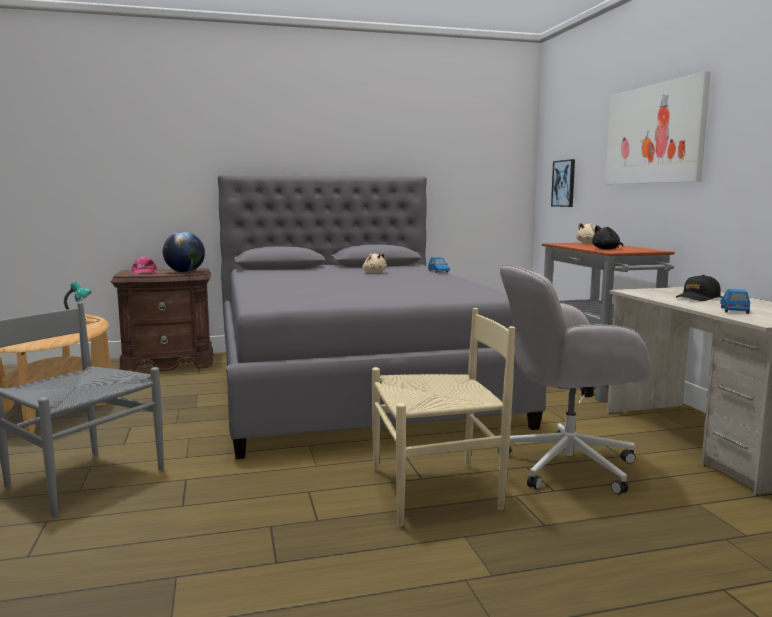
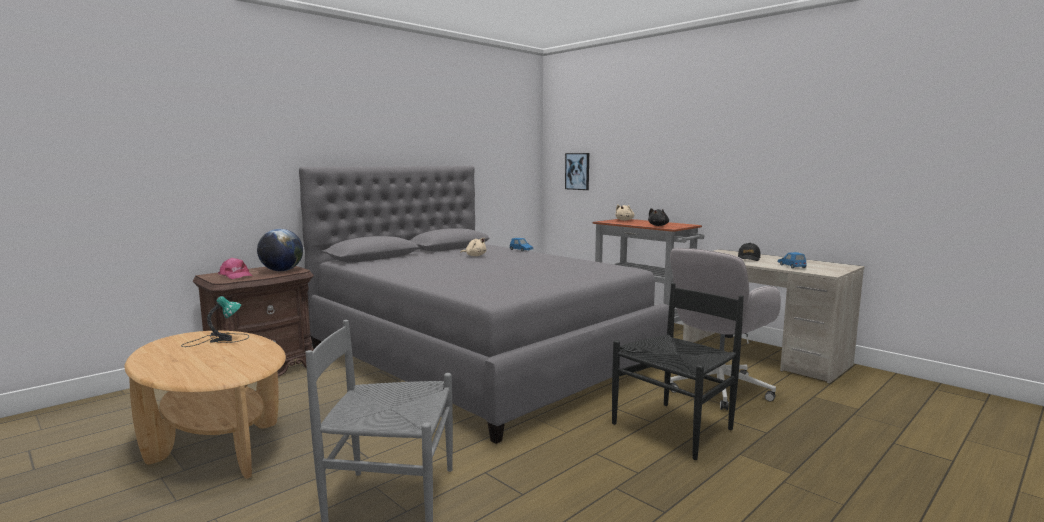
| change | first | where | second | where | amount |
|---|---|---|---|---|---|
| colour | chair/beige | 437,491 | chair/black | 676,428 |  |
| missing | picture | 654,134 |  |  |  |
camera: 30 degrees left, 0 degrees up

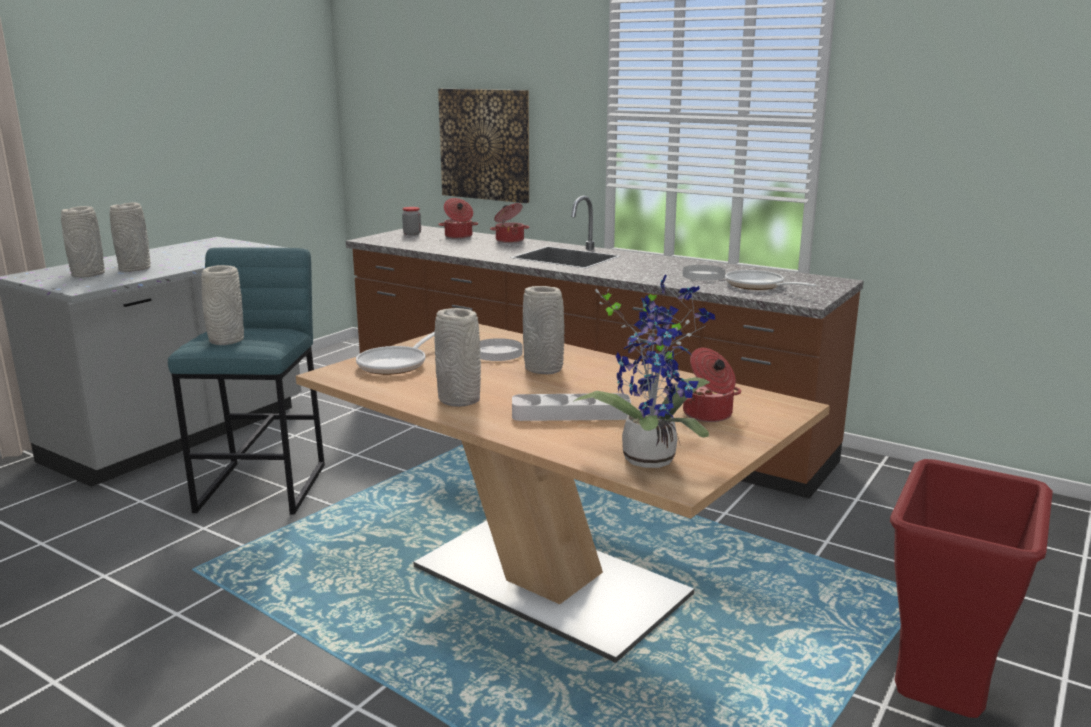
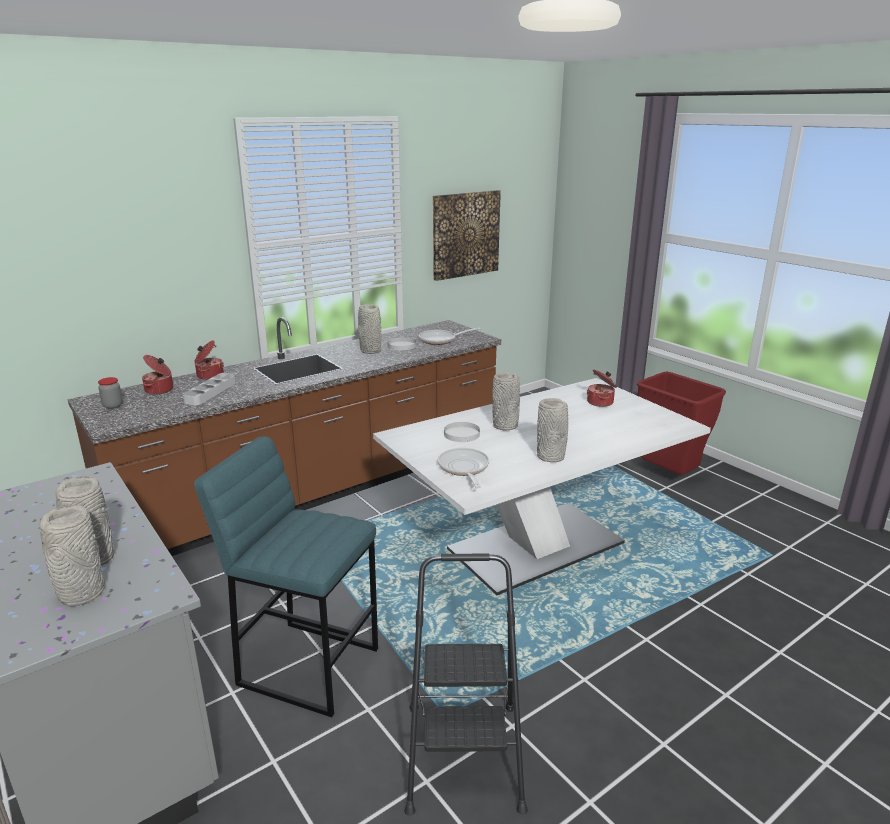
| change | first | where | second | where | amount |
|---|---|---|---|---|---|
| relocated | tray/grey | 571,414 |  | 210,392 |  |
| relocated | vase/grey | 225,340 |  | 370,351 |  |
| colour | dining table/brown | 550,581 | dining table/white | 536,547 |  |
| appeared |  |  | step ladder/black | 464,750 |  |
| relocated | picture | 485,144 |  | 465,234 |  |
| spun | frying pan | 396,364 |  | 464,469 | 150 degrees counterclockwise |
| missing | potted plant | 651,456 |  |  |  |
camera: 70 degrees left, 5 degrees up

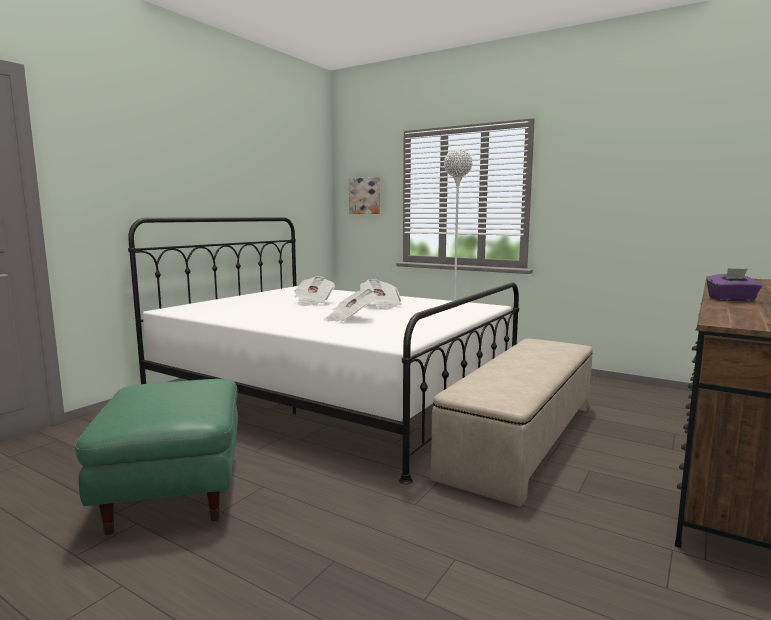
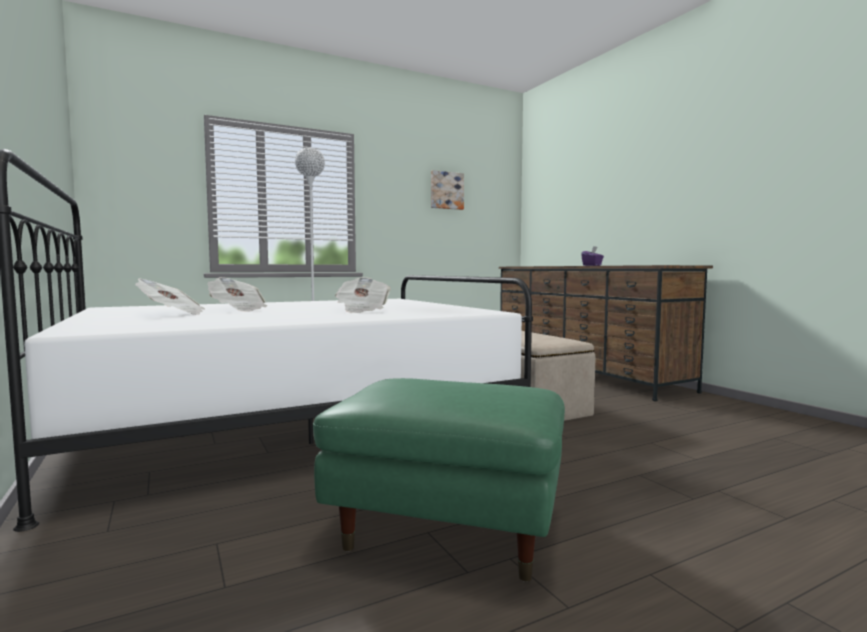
| change | first | where | second | where | amount |
|---|---|---|---|---|---|
| relocated | newspaper | 380,306 |  | 172,314 |  |
| relocated | picture | 365,196 |  | 446,190 |  |
camera: 60 degrees left, 5 degrees down

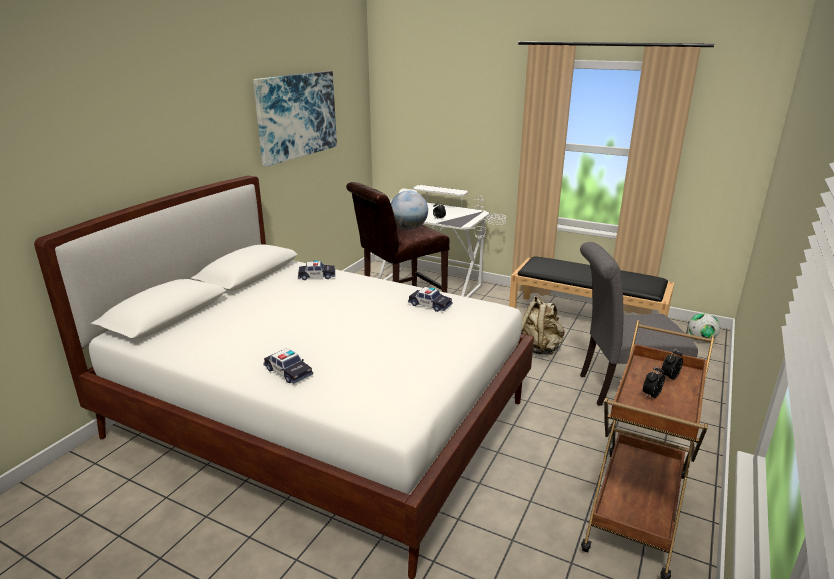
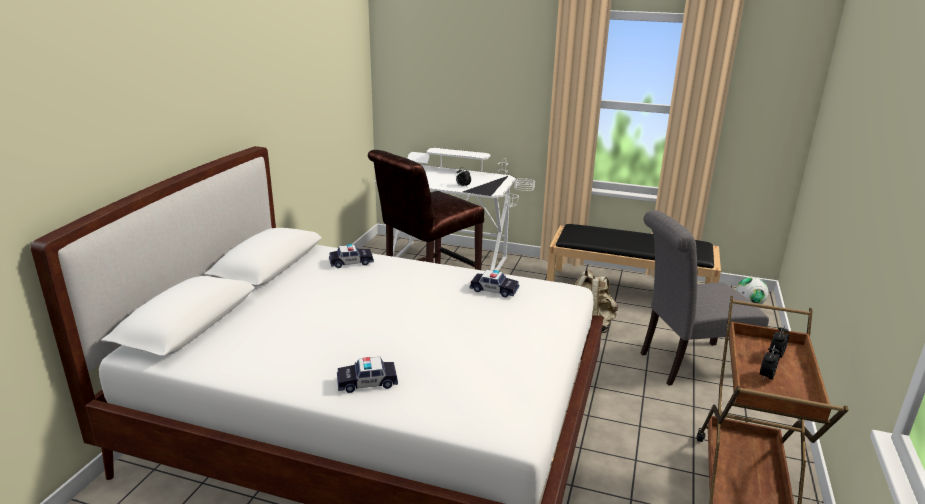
| change | first | where | second | where | amount |
|---|---|---|---|---|---|
| spun | toy car | 288,372 |  | 367,382 | 135 degrees clockwise |
| missing | picture | 297,116 |  |  |  |
| missing | globe | 408,228 |  |  |  |
camera: 10 degrees left, 0 degrees up

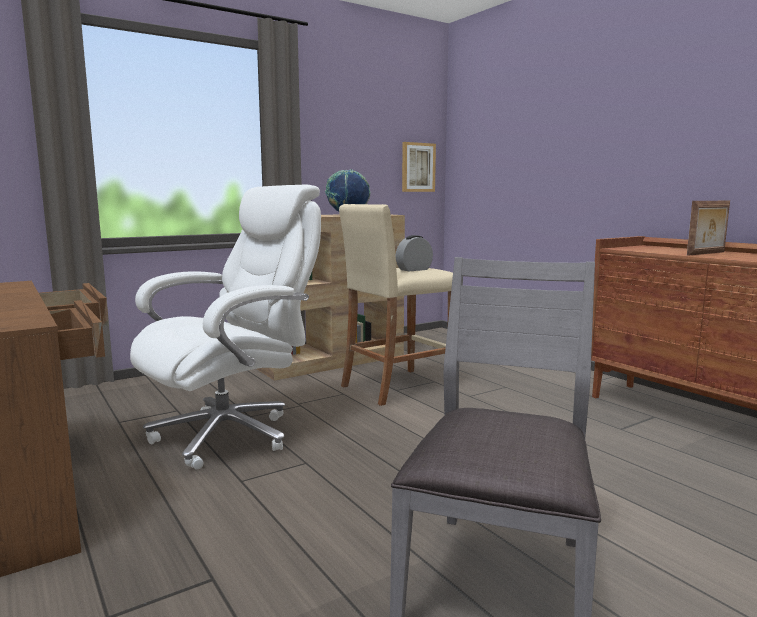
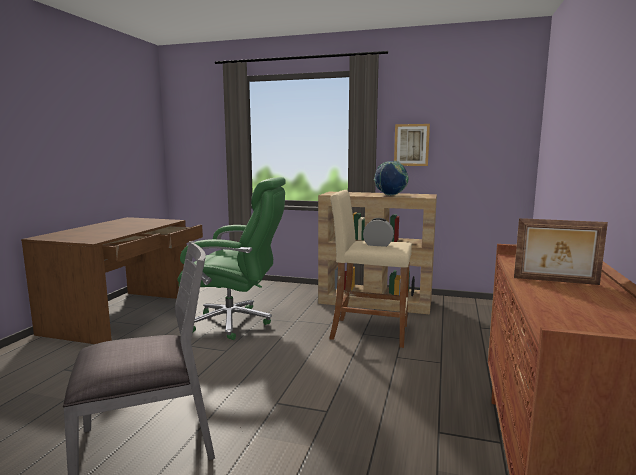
| change | first | where | second | where | amount |
|---|---|---|---|---|---|
| colour | office chair/white | 232,434 | office chair/green | 235,324 |  |
| relocated | picture | 418,167 |  | 411,145 |  |
camera: 50 degrees right, 0 degrees up

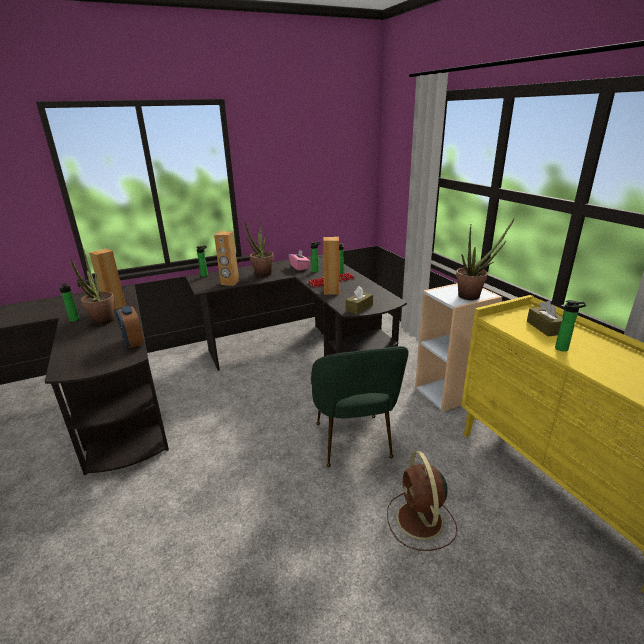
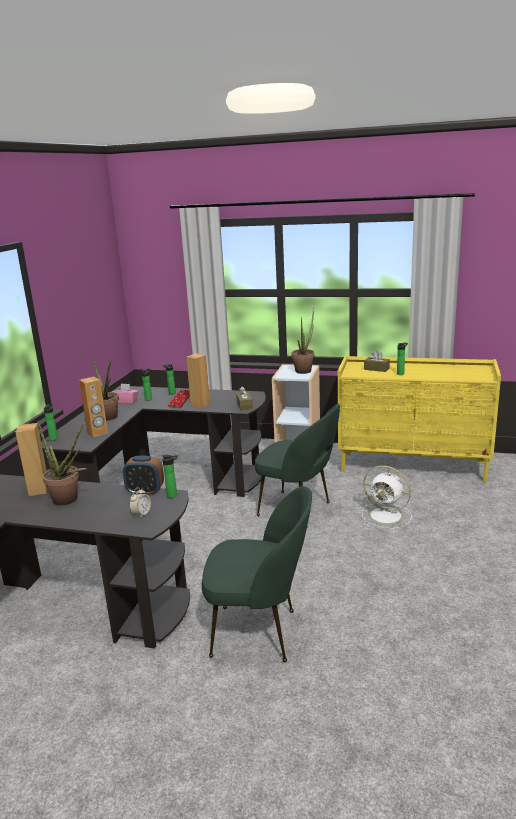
| change | first | where | second | where | amount |
|---|---|---|---|---|---|
| appeared |  |  | alarm clock | 141,514 |  |
| relocated | bottle | 74,320 |  | 173,496 |  |
| appeared |  |  | chair/green | 262,634 |  |
| colour | fan/brown | 420,521 | fan/white | 387,516 |  |
camera: 50 degrees left, 5 degrees down

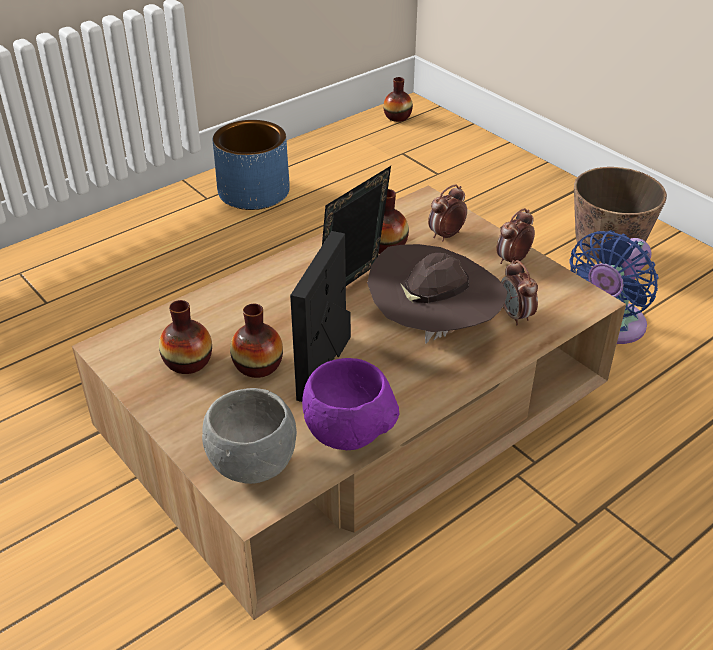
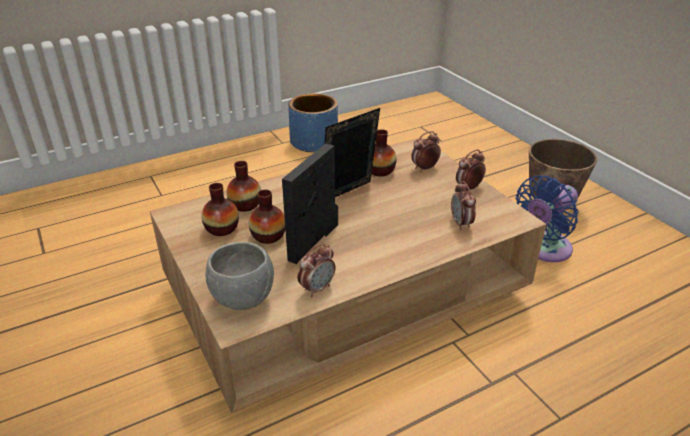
| change | first | where | second | where | amount |
|---|---|---|---|---|---|
| relocated | vase | 397,117 |  | 245,205 |  |
| exchanged | bowl/purple | 349,436 | alarm clock | 317,288 |  |
| missing | hat/brown | 433,330 |  |  |  |
camera: 10 degrees right, 5 degrees down

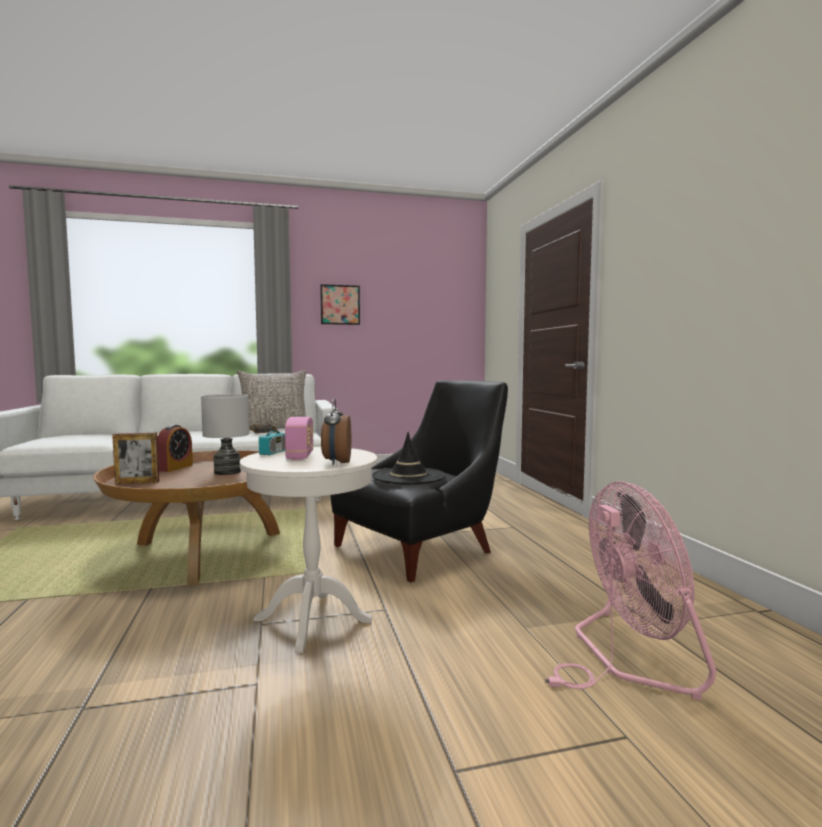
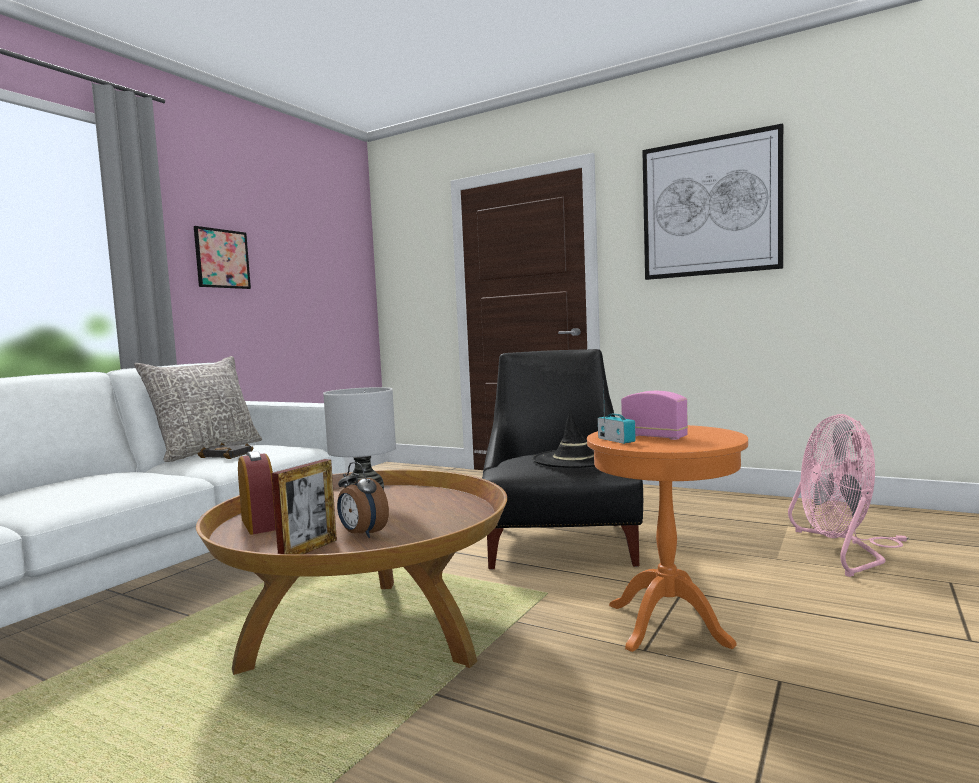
| change | first | where | second | where | amount |
|---|---|---|---|---|---|
| relocated | alarm clock | 336,462 |  | 362,534 |  |
| colour | side table/white | 313,620 | side table/orange | 667,624 |  |
| appeared |  |  | picture | 710,207 |  |
| spun | fan/pink | 618,655 |  | 846,550 | 120 degrees counterclockwise |
camera: 45 degrees left, 0 degrees up

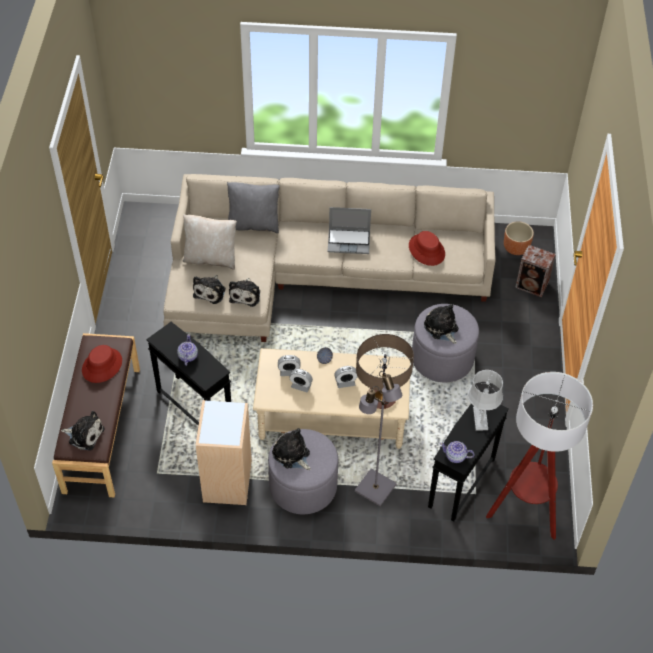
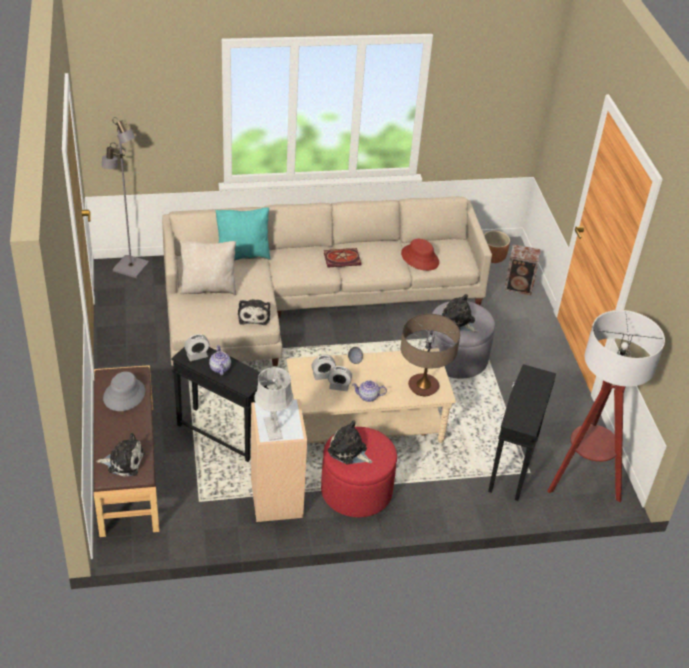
| change | first | where | second | where | amount |
|---|---|---|---|---|---|
| relocated | floor lamp/grey | 375,487 |  | 131,267 |  |
| colour | hat/red | 102,365 | hat/grey | 124,395 |  |
| relocated | alarm clock | 345,382 |  | 197,356 |  |
| colour | pillow/grey | 253,224 | pillow/turquoise | 243,254 |  |
| relocated | table lamp/grey | 480,418 |  | 273,428 |  |
| colour | ottoman/grey | 303,486 | ottoman/red | 356,491 |  |
| exchanged | laptop | 349,241 | book | 343,259 |  |
| relocated | teapot | 455,456 |  | 368,397 |  |
| missing | plush toy | 210,291 |  |  |  |
camera: 15 degrees left, 10 degrees down

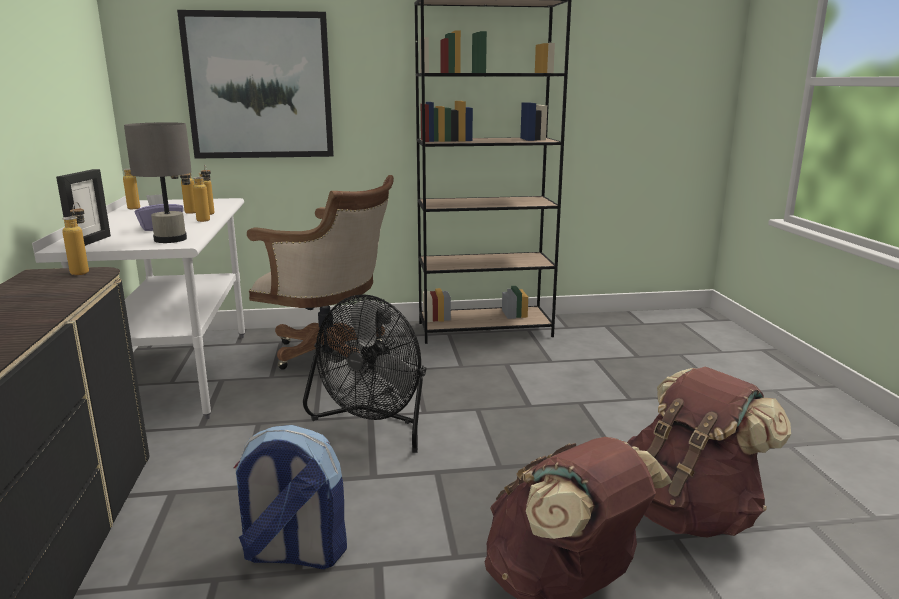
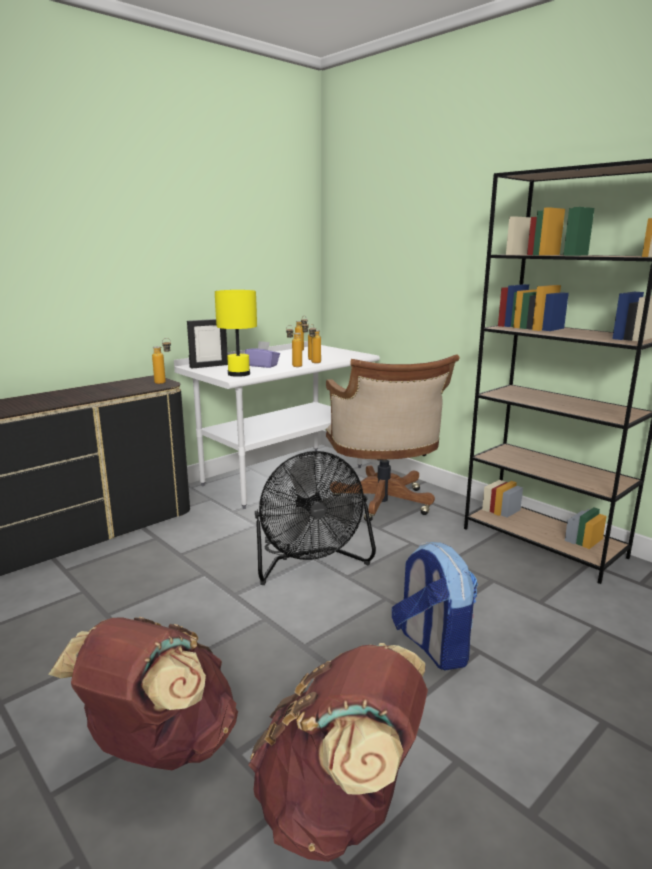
| change | first | where | second | where | amount |
|---|---|---|---|---|---|
| colour | table lamp/grey | 169,239 | table lamp/yellow | 238,374 |  |
| spun | fan/black | 374,423 |  | 305,563 | 105 degrees counterclockwise |
| relocated | backpack | 293,554 |  | 432,646 |  |
| missing | picture | 259,86 |  |  |  |
camera: 55 degrees right, 0 degrees up

